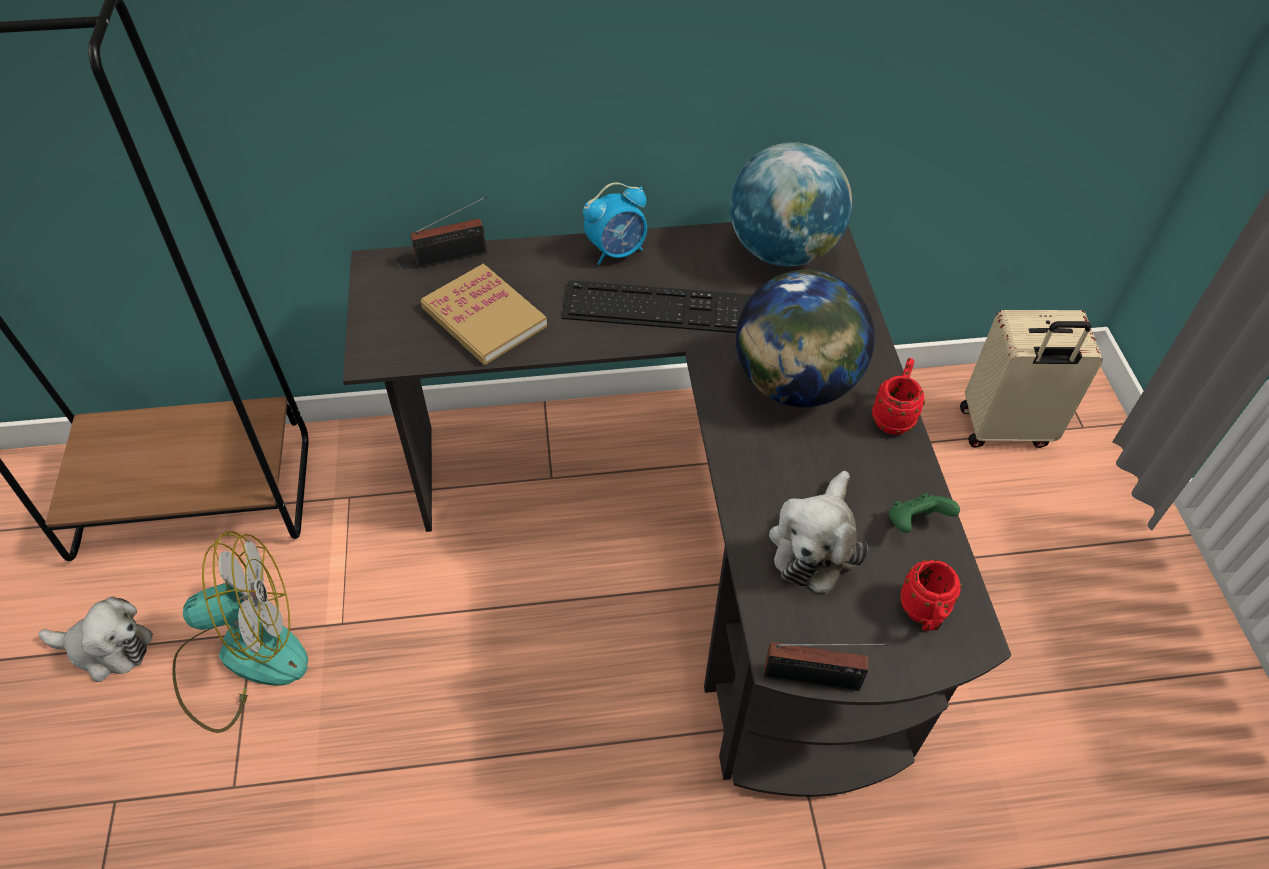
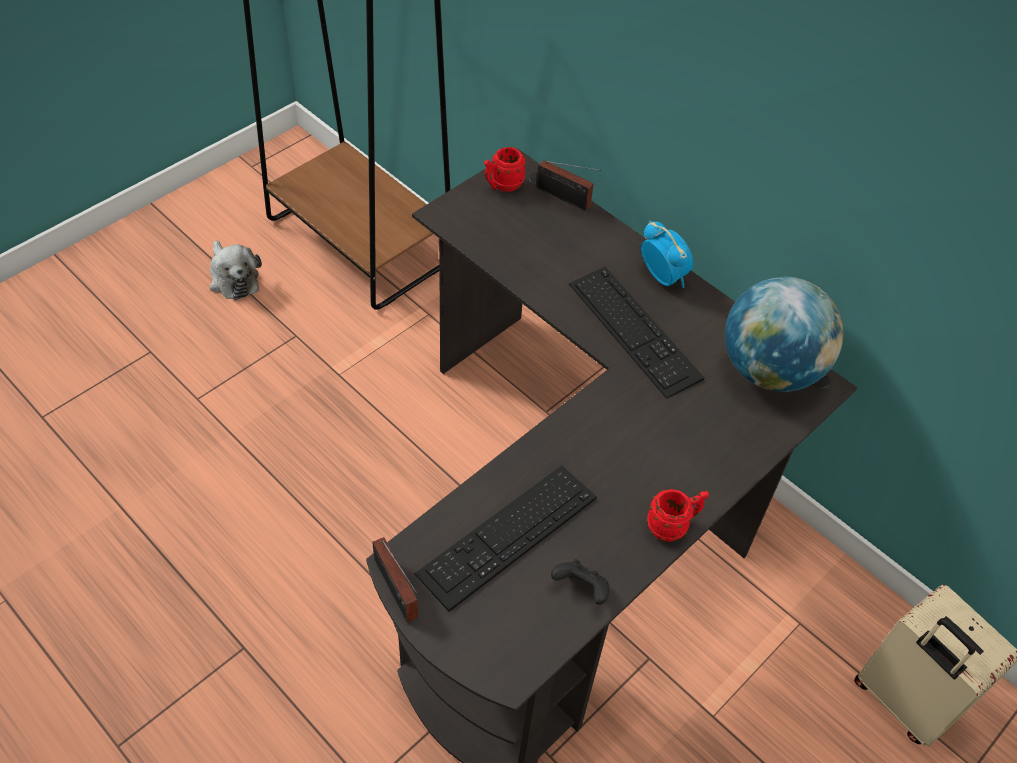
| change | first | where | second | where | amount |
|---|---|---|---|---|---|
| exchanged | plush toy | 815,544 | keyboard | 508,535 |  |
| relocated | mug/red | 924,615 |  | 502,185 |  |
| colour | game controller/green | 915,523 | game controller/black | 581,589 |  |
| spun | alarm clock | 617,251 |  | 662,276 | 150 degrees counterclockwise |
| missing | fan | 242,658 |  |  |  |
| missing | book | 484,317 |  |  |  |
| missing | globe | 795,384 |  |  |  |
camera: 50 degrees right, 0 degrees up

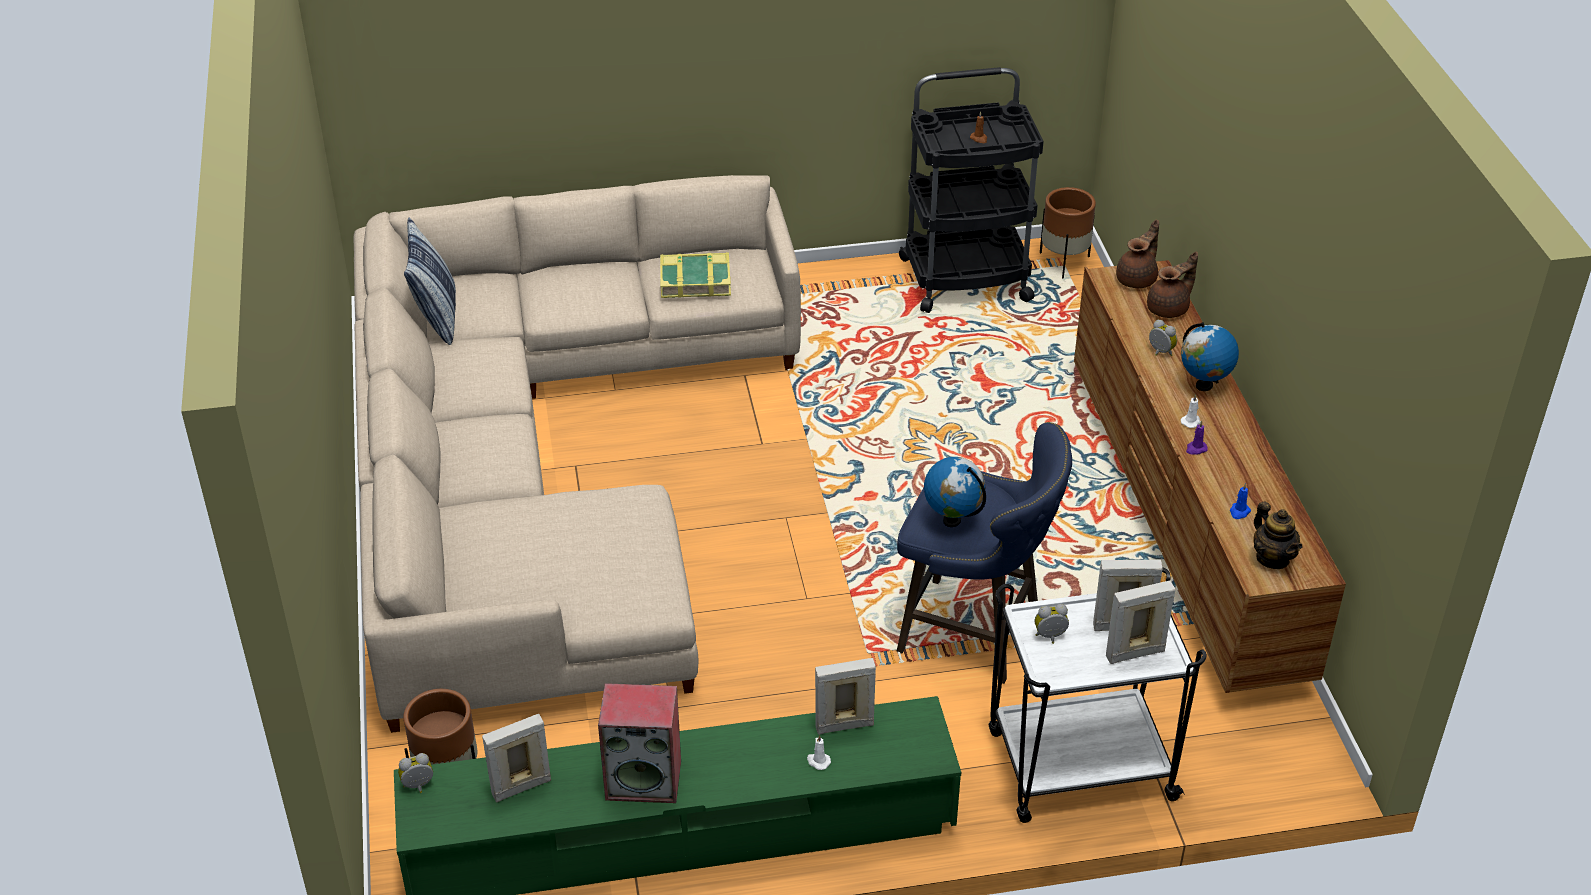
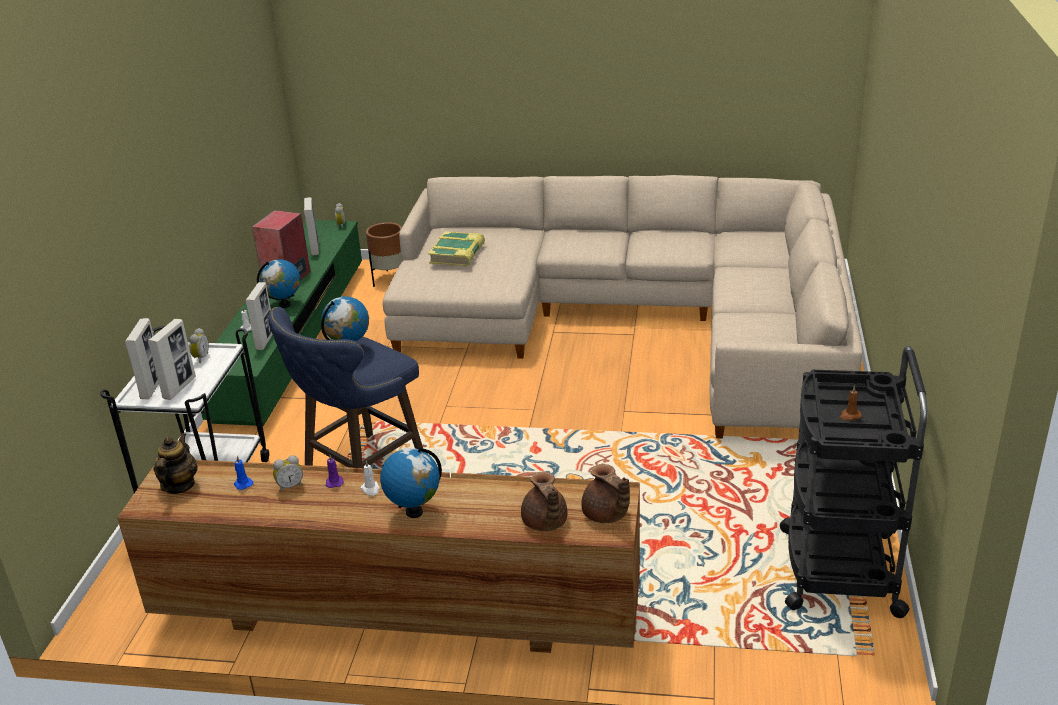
| change | first | where | second | where | amount |
|---|---|---|---|---|---|
| spun | teapot | 1272,558 |  | 179,486 | 105 degrees clockwise |
| appeared |  |  | globe | 284,305 |  |
| relocated | alarm clock | 1159,352 |  | 290,486 |  |
| relocated | book | 695,280 |  | 457,254 |  |
| missing | pillow | 436,317 |  |  |  |
| missing | planter/brown | 1064,262 |  |  |  |
camera: 110 degrees right, 10 degrees down

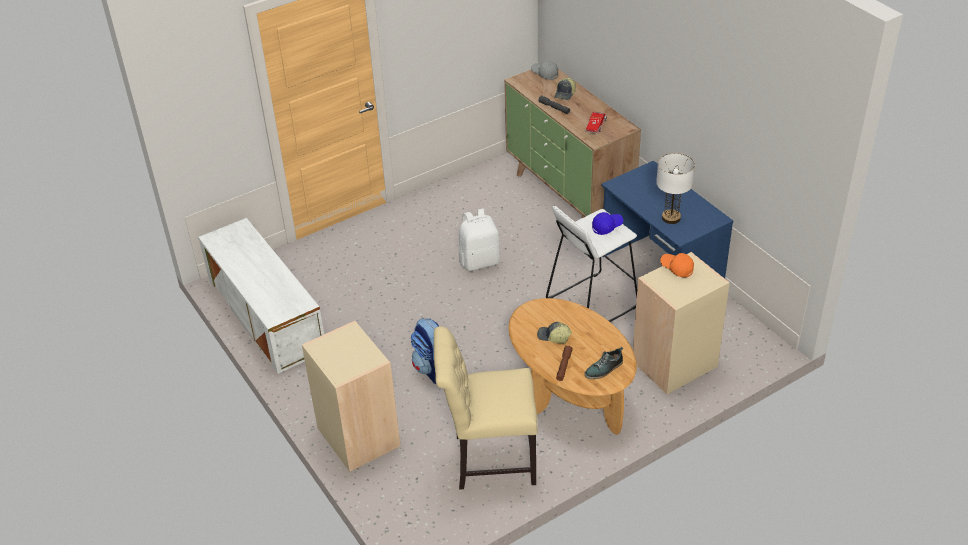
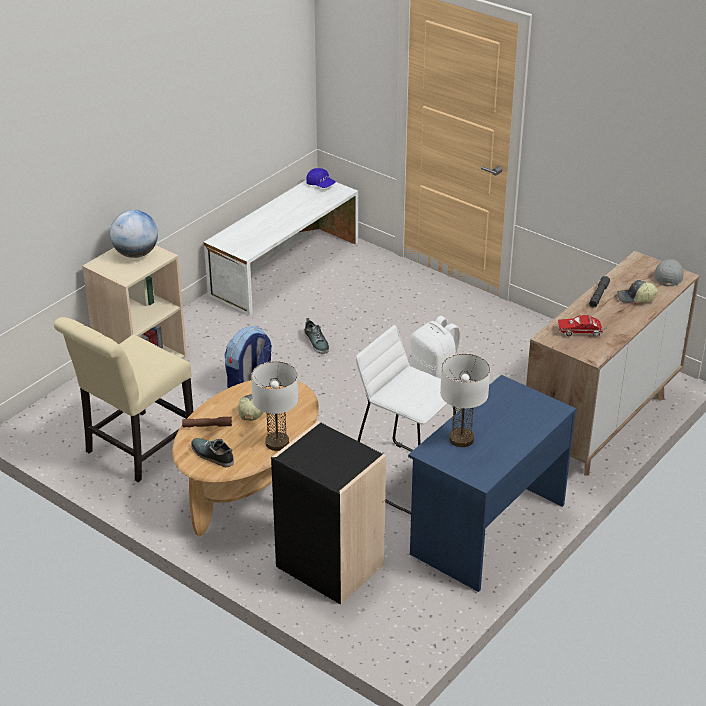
| change | first | where | second | where | amount |
|---|---|---|---|---|---|
| spun | chair/beige | 488,459 |  | 134,450 | 120 degrees counterclockwise |
| appeared |  |  | globe | 136,254 |  |
| appeared |  |  | table lamp | 277,443 |  |
| colour | bookcase/beige | 674,365 | bookcase/black | 328,565 |  |
| appeared |  |  | shoe | 317,343 |  |
| relocated | cap/blue | 607,226 |  | 321,184 |  |
| missing | cap/orange | 677,268 |  |  |  |
camera: 70 degrees right, 5 degrees down

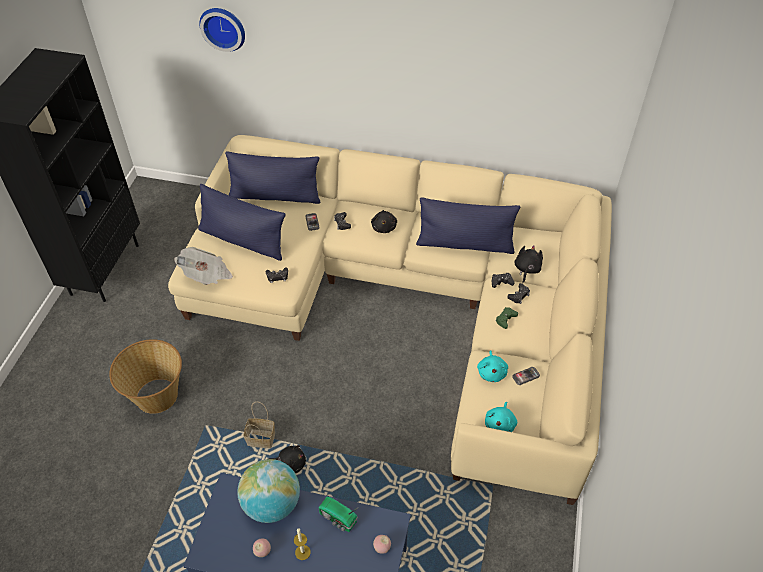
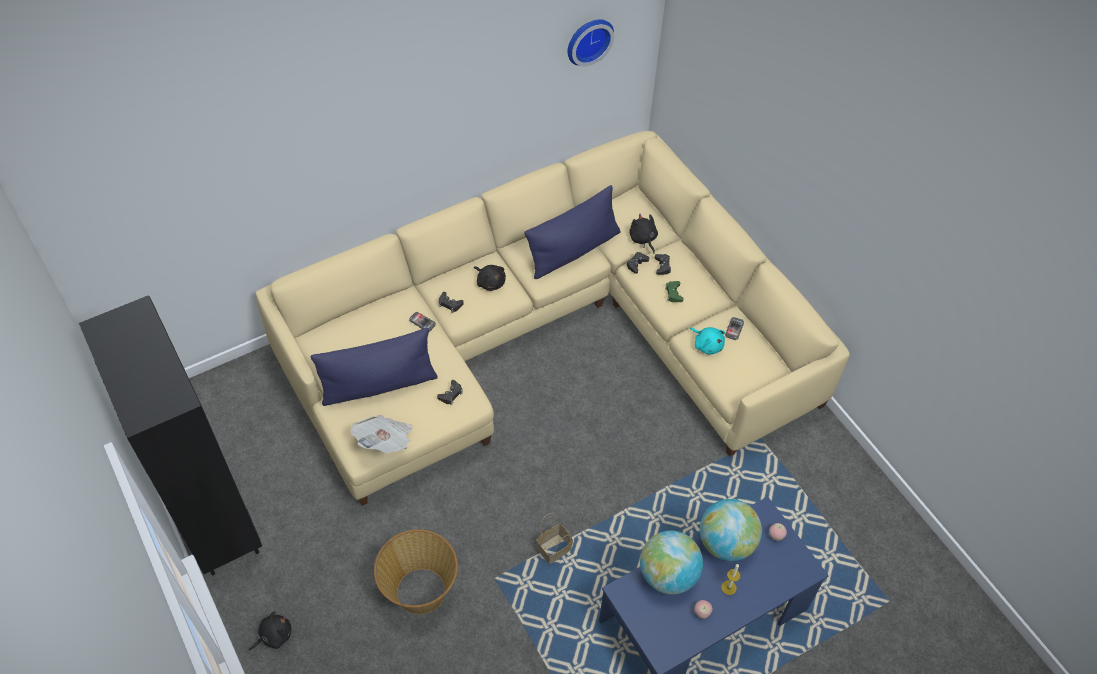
| change | first | where | second | where | amount |
|---|---|---|---|---|---|
| relocated | plush toy/black | 290,464 |  | 274,635 |  |
| relocated | wall clock | 223,27 |  | 588,40 |  |
| exchanged | radio | 338,519 | globe | 725,543 |  |
| missing | pillow/blue | 275,196 |  |  |  |
| missing | plush toy/turquoise | 500,424 |  |  |  |
camera: 45 degrees left, 5 degrees up

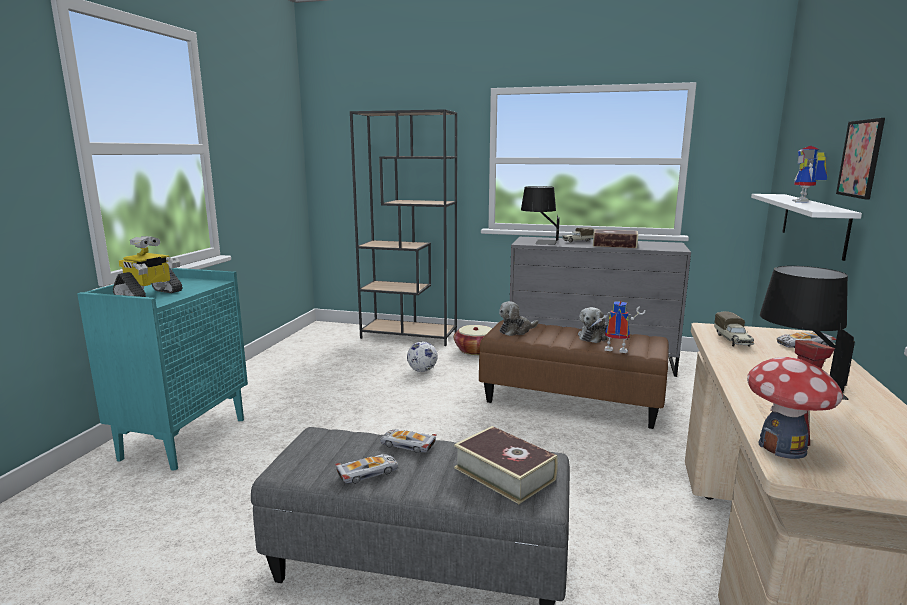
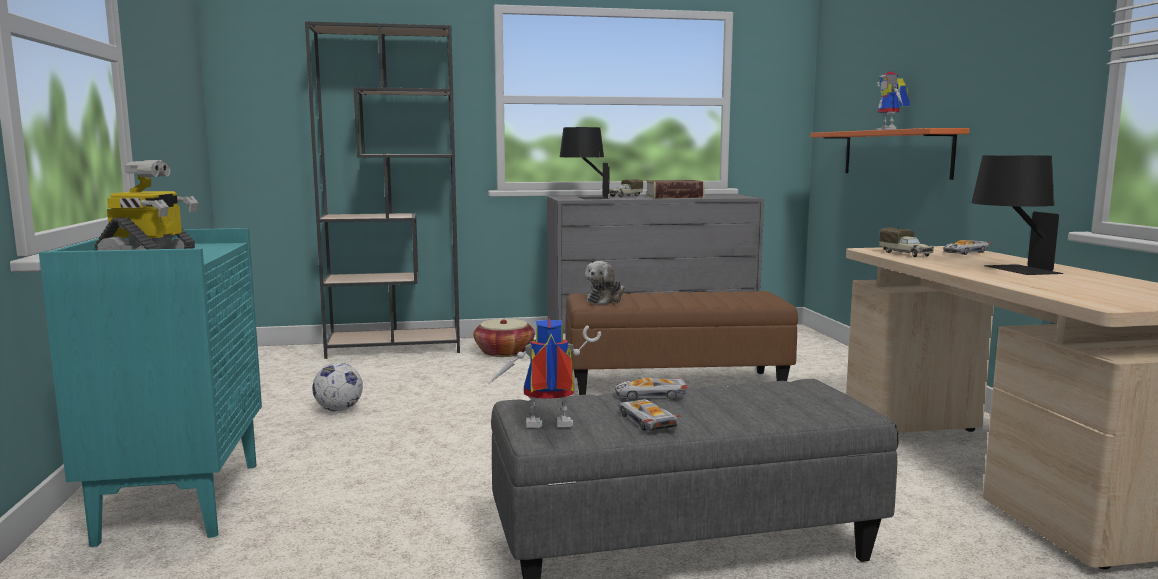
| change | first | where | second | where | amount |
|---|---|---|---|---|---|
| relocated | football | 422,370 |  | 339,410 |  |
| relocated | toy robot | 613,351 |  | 545,427 |  |
| spun | toy car | 367,472 |  | 646,421 | 60 degrees counterclockwise |
| colour | shelf/white | 813,223 | shelf/orange | 895,153 |  |
| missing | book | 504,473 |  |  |  |
| missing | plush toy | 593,337 |  |  |  |
| missing | toy house | 782,447 |  |  |  |
| missing | picture | 860,158 |  |  |  |
camera: 25 degrees left, 5 degrees down

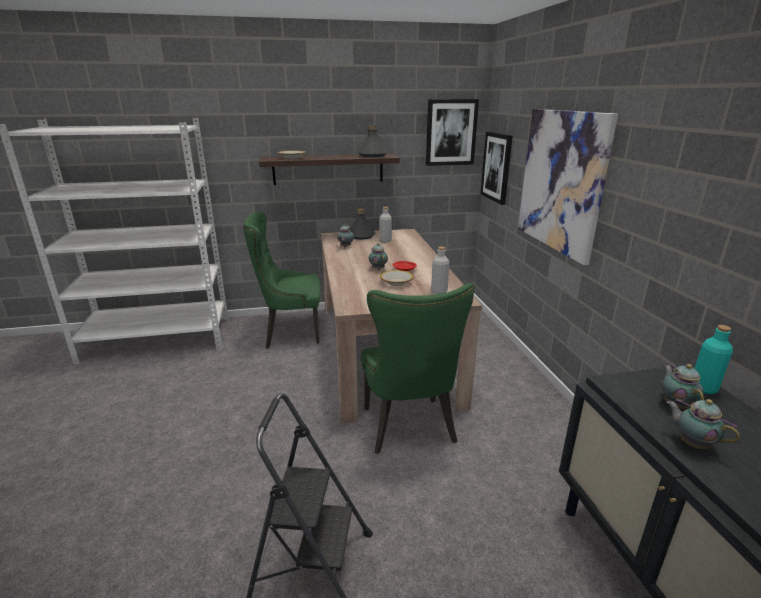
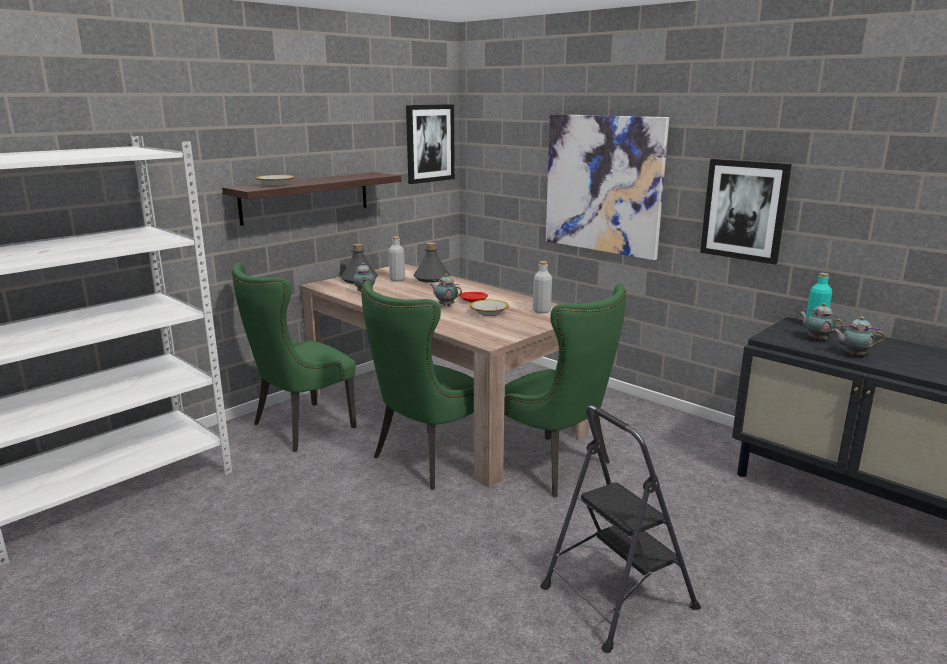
| change | first | where | second | where | amount |
|---|---|---|---|---|---|
| appeared |  |  | chair/green | 428,460 |  |
| relocated | bottle/grey | 372,155 |  | 431,278 |  |
| relocated | picture | 496,167 |  | 744,210 |  |
camera: 35 degrees left, 5 degrees down

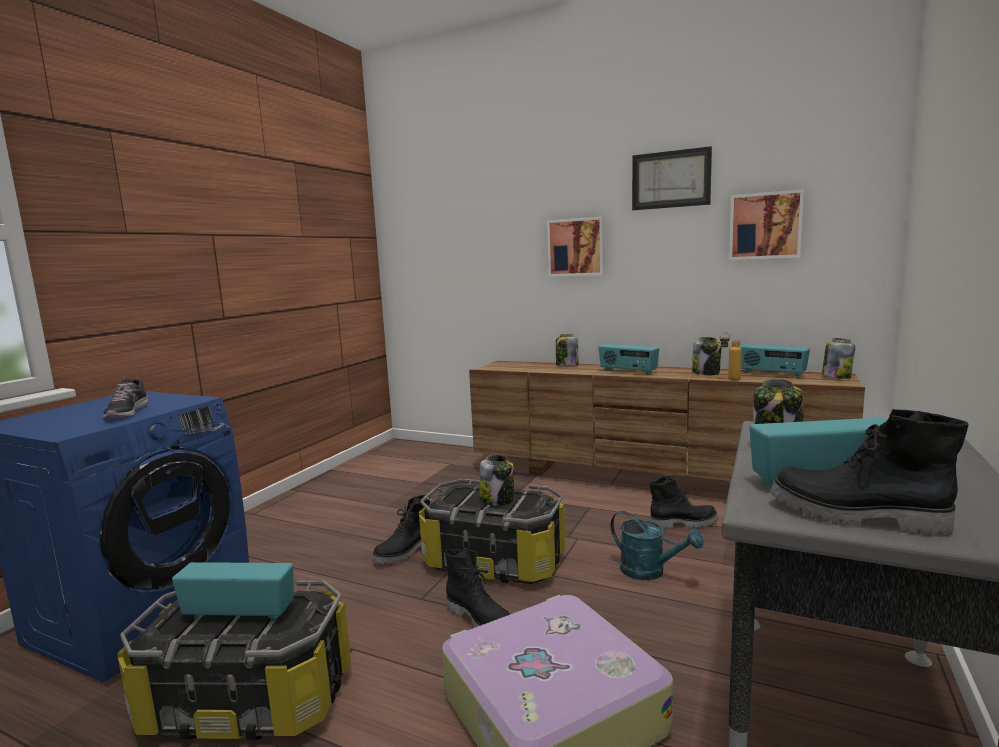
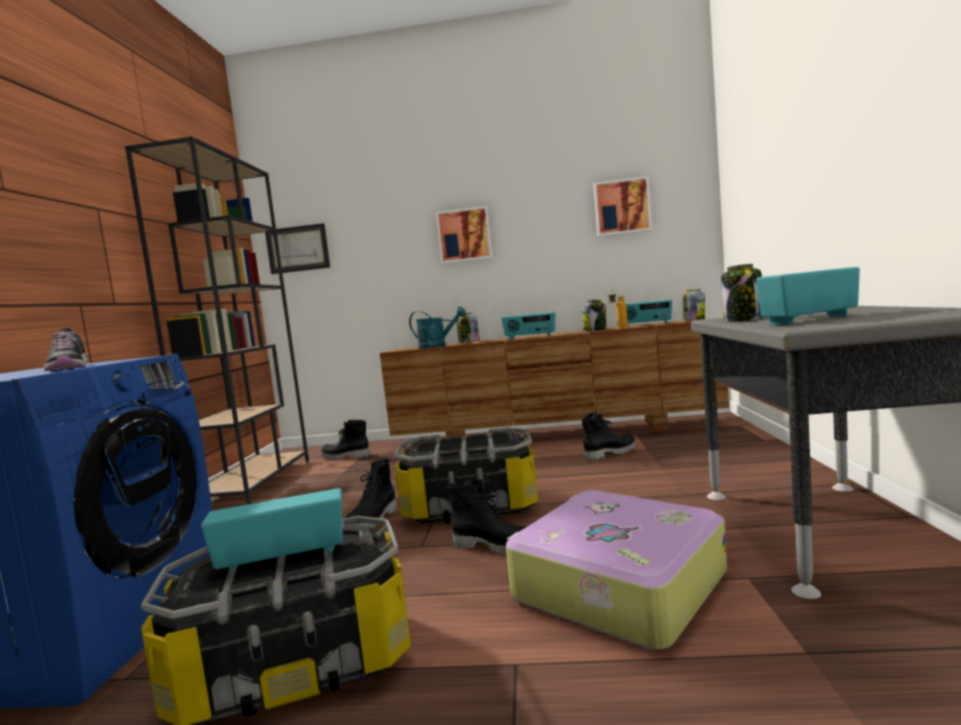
| change | first | where | second | where | amount |
|---|---|---|---|---|---|
| appeared |  |  | bookcase | 254,482 |  |
| relocated | picture | 670,179 |  | 298,249 |  |
| relocated | boot/black | 855,517 |  | 345,457 |  |
| relocated | watering can/turquoise | 650,572 |  | 437,347 |  |
| missing | jar | 497,500 |  |  |  |
camera: 20 degrees left, 5 degrees down

